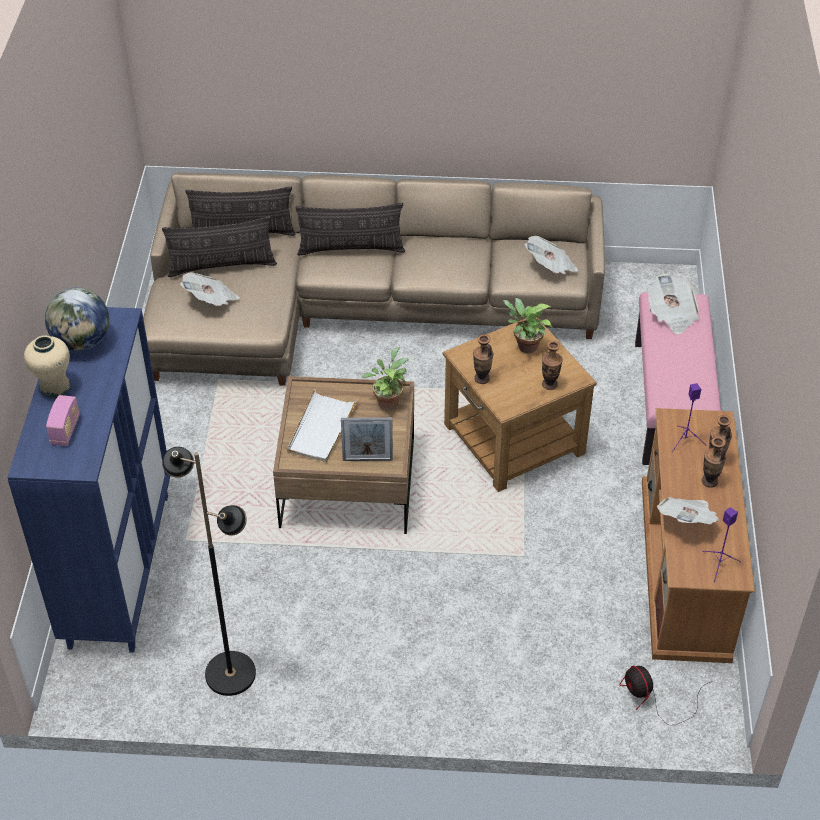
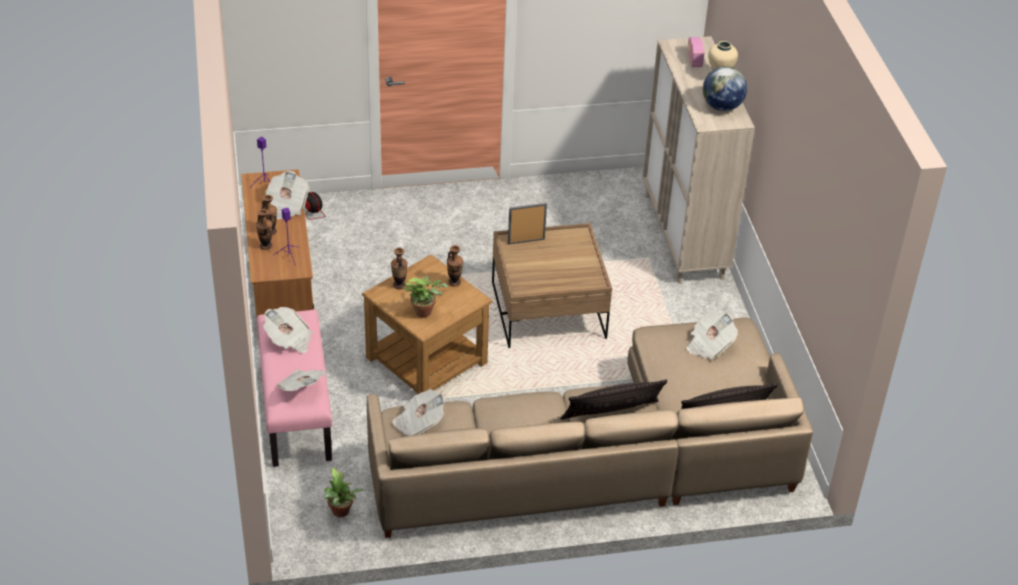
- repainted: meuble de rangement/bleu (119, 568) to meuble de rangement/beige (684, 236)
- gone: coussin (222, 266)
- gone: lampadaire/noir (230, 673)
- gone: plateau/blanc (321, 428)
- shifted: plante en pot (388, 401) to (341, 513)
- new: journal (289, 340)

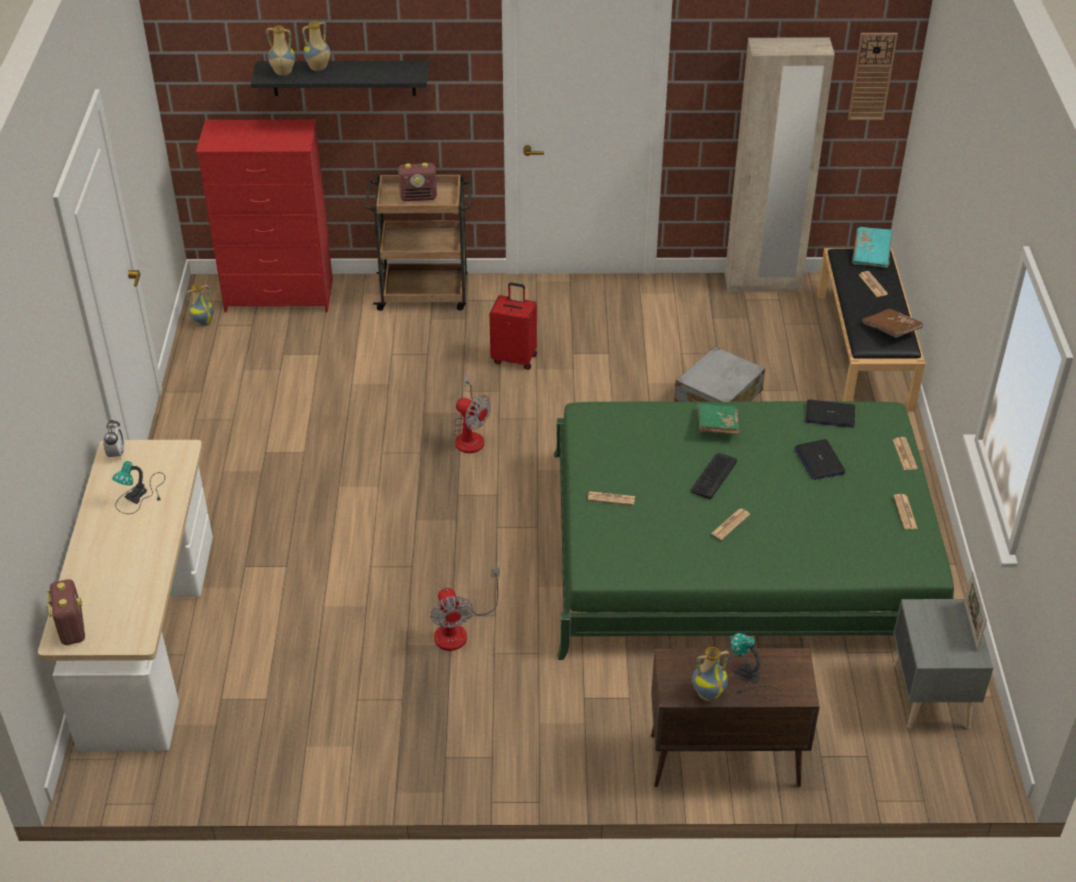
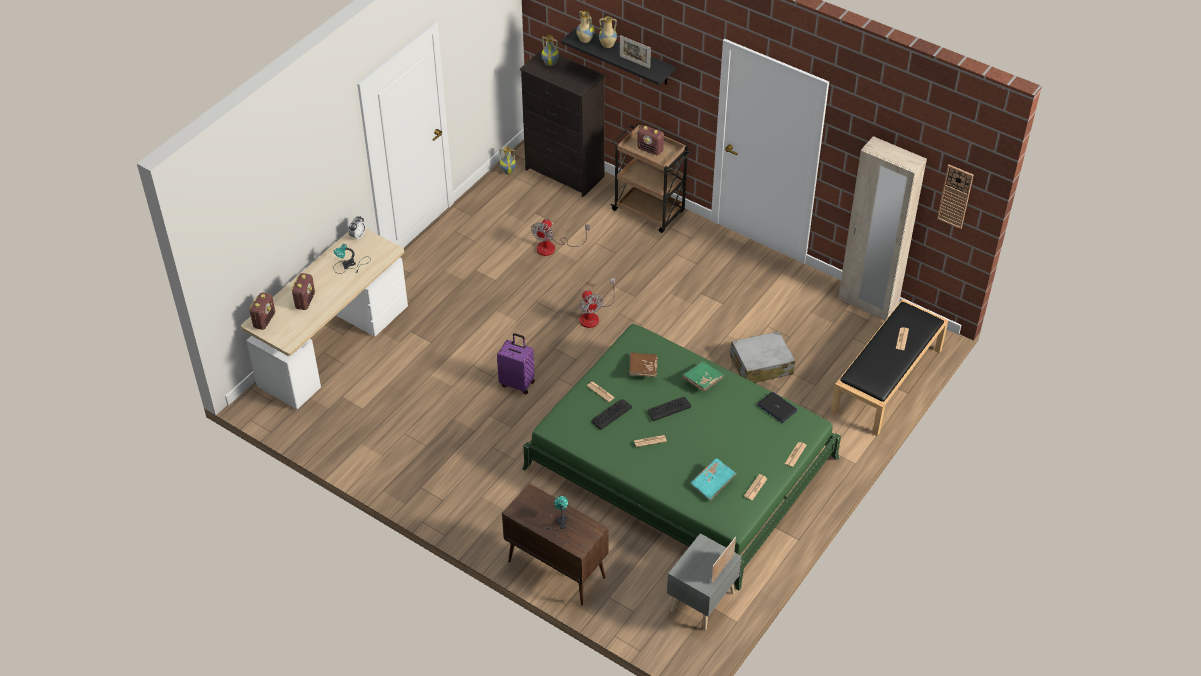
- repainted: commode/rouge (280, 296) to commode/noir (565, 174)
- shifted: ventilateur (459, 630) to (553, 247)
- gone: valise/rouge (514, 358)
- shifted: vase (708, 693) to (550, 63)
- gone: ordinateur portable (819, 460)
- shifted: livre/turquoise (871, 254) to (713, 483)
- shifted: livre/marron (891, 330) to (642, 369)
- new: radio (305, 301)
- new: valise/violet (517, 383)
- new: clavier (611, 414)
- new: cadre photo (634, 62)

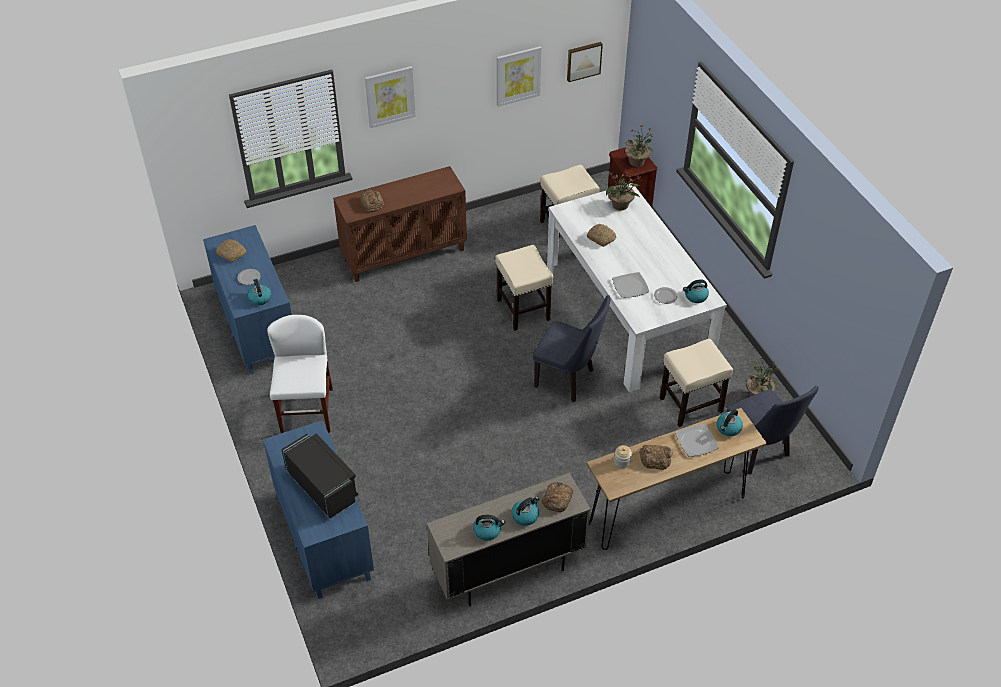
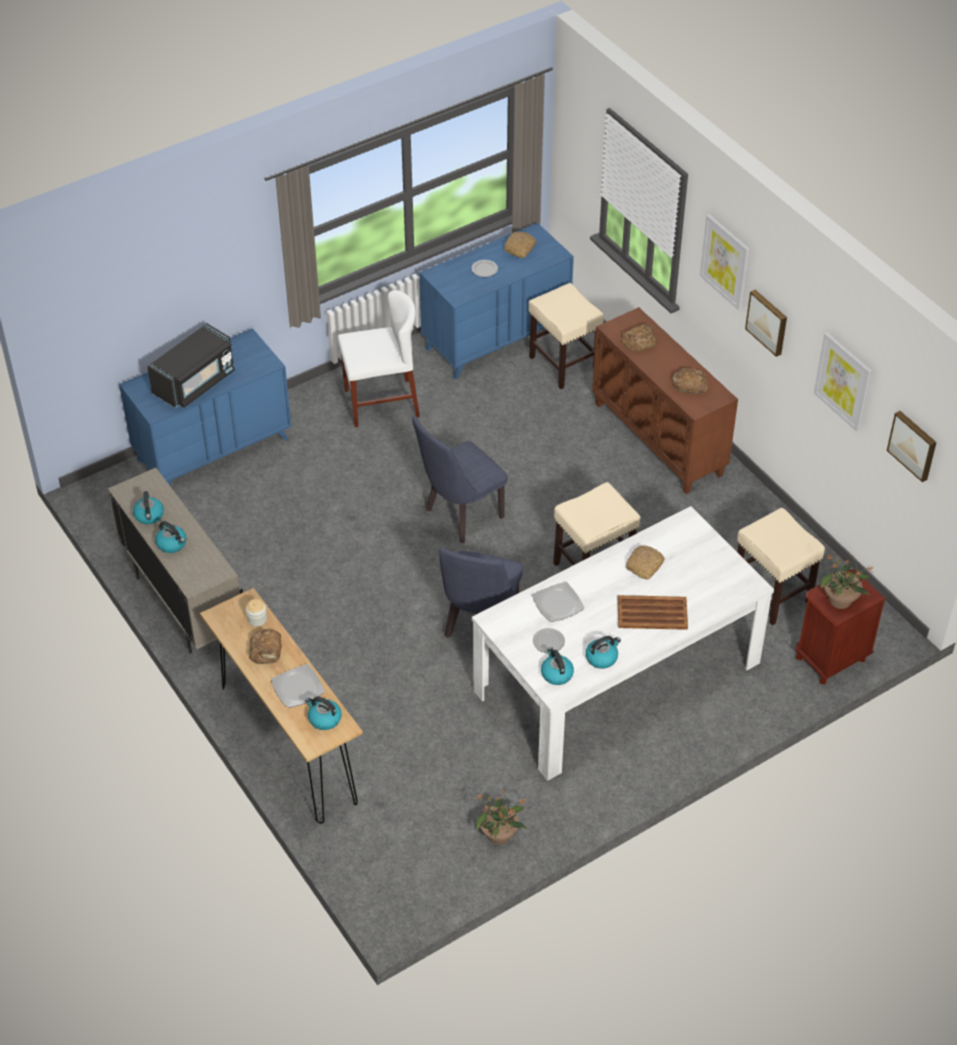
- shifted: bouilloire (259, 298) to (602, 658)
- shifted: pain (557, 499) to (689, 384)
- gone: plante en pot (620, 205)
- shifted: tabouret/beige (690, 405) to (563, 364)
- shifted: chaise/bleu (759, 452) to (459, 517)
- new: plateau/marron (651, 613)
- new: tableau (768, 322)

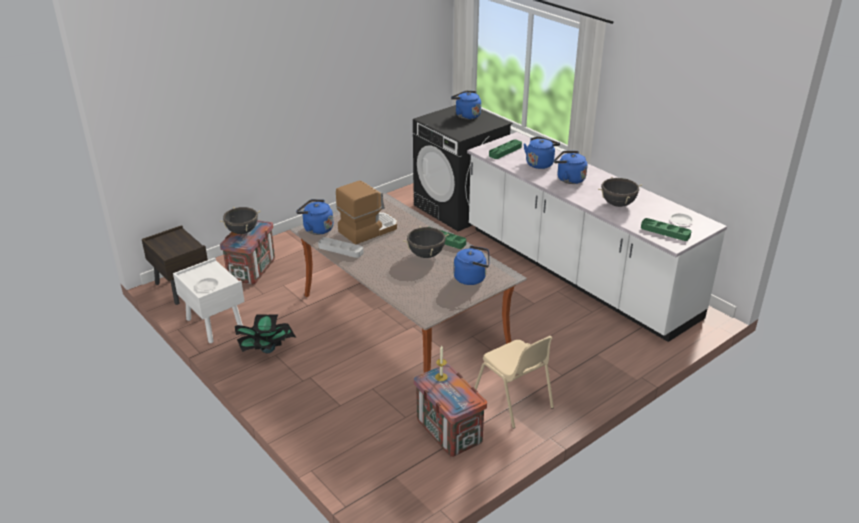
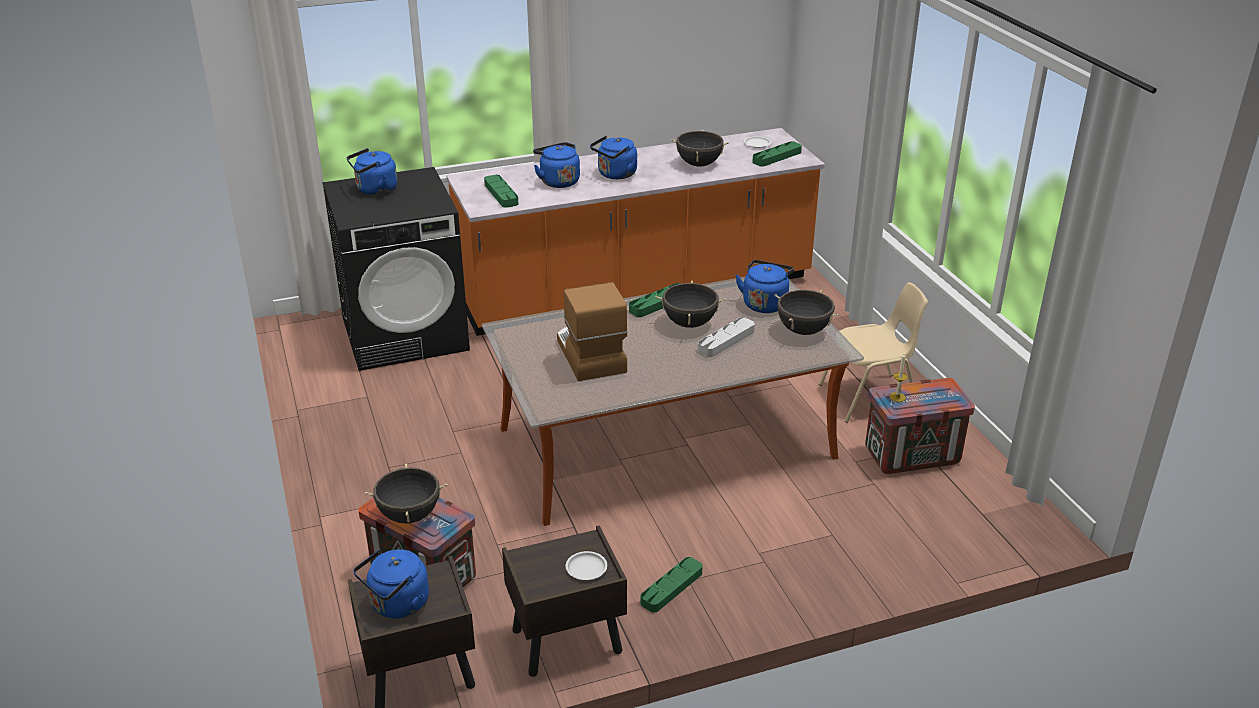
- repainted: table de chevet/blanc (214, 324) to table de chevet/marron (565, 642)
- swapped: plante en pot (267, 350) to plateau/vert (671, 588)
- shifted: bouilloire/bleu (316, 229) to (397, 605)
- shifted: plateau/gris (340, 250) to (726, 340)
- repainted: comptoir de cuisine/blanc (576, 272) to comptoir de cuisine/orange (637, 291)
- new: marmite/noir (803, 330)

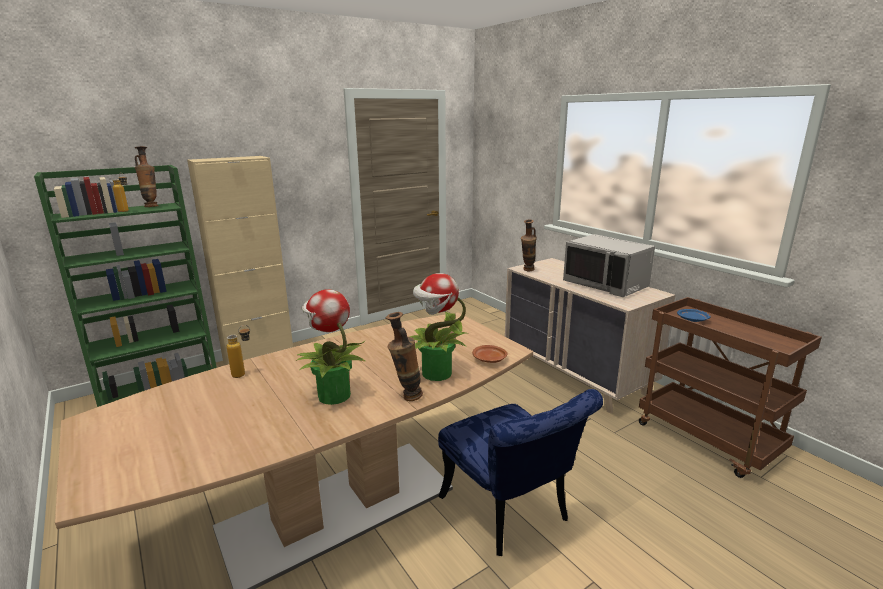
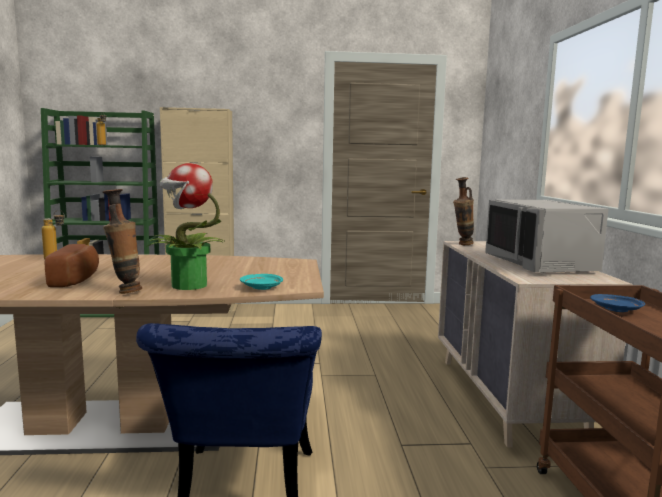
- gone: vase (152, 207)
- swapped: plante en pot (333, 395) to pain (78, 279)
- repainted: assiette/marron (489, 359) to assiette/turquoise (261, 288)

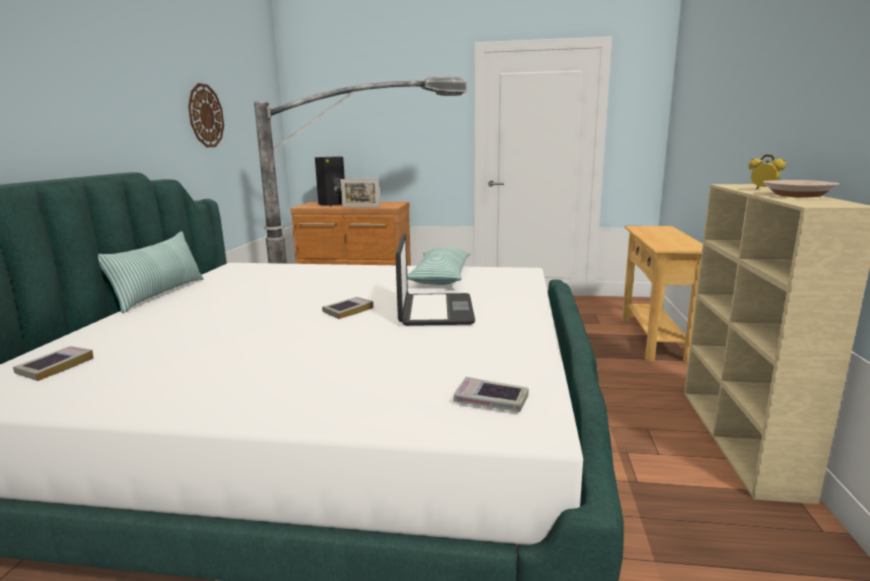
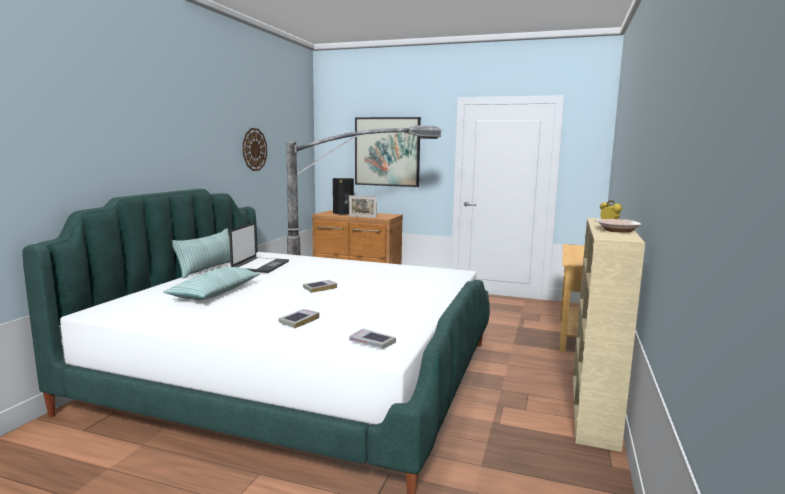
- shifted: livre (55, 367) to (299, 321)
- shifted: ordinateur portable (435, 311) to (260, 266)
- shifted: coussin (440, 277) to (215, 293)
- new: tableau (387, 151)

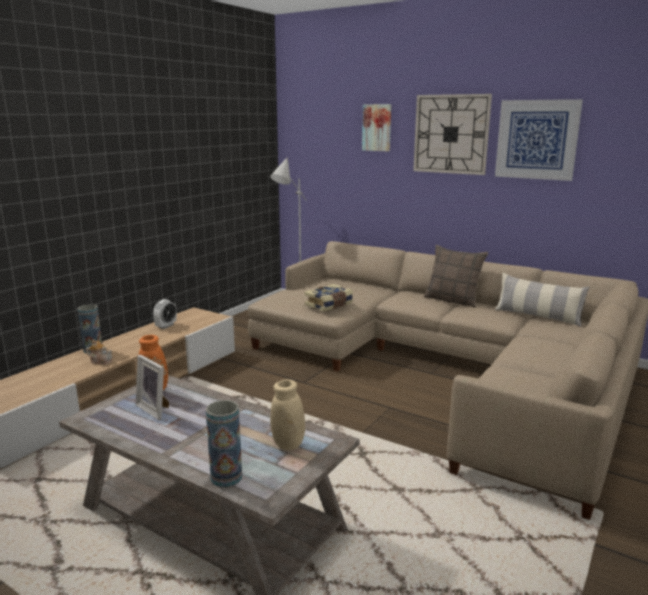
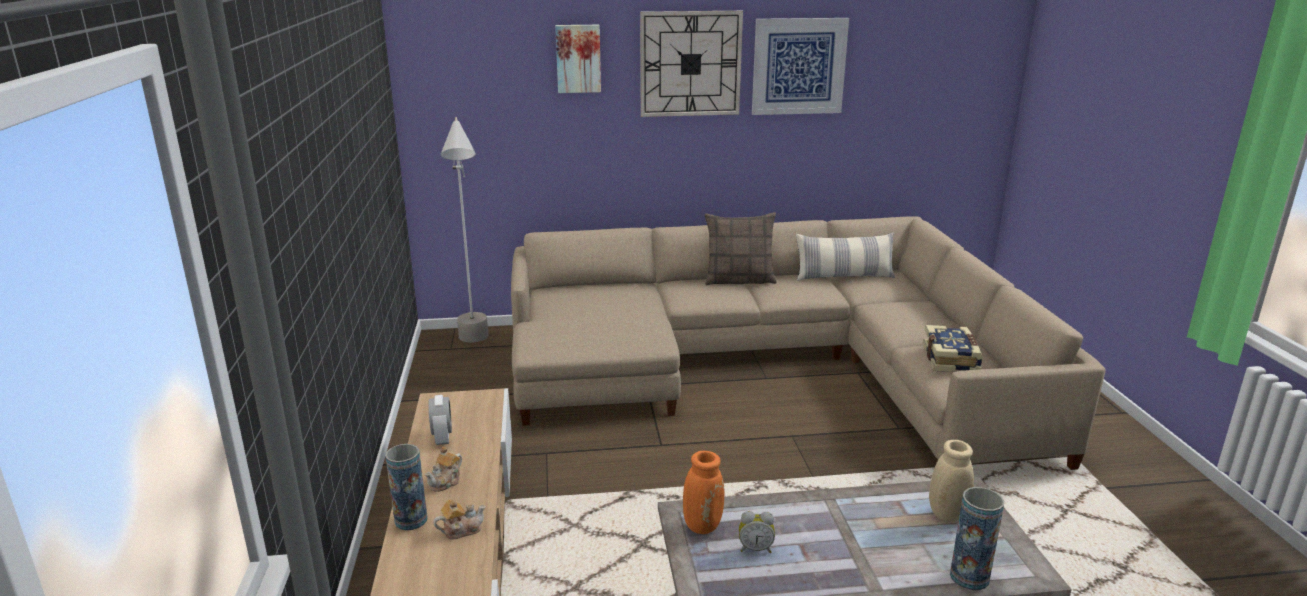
- swapped: cadre photo (155, 409) to réveil (755, 548)
- shifted: livre (329, 305) to (951, 359)
- new: théière (446, 482)

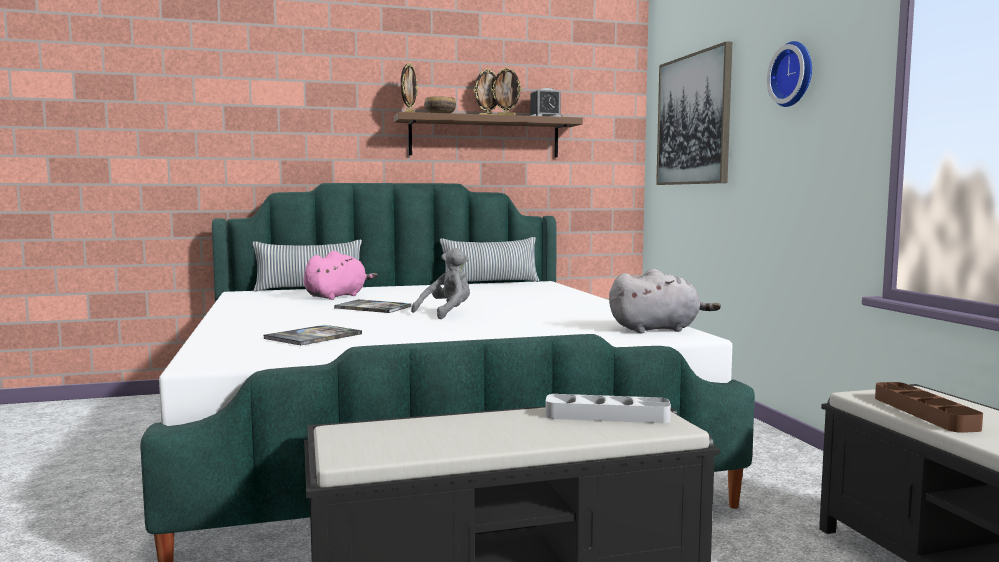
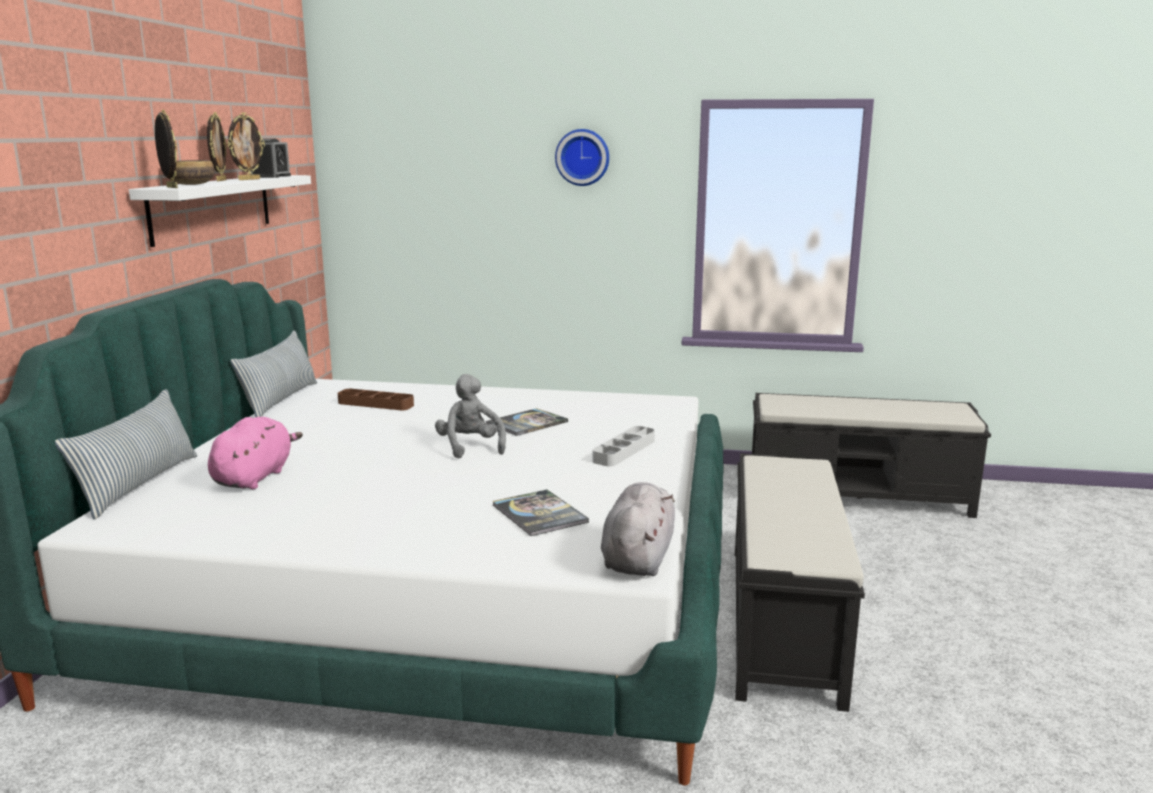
- rotated: peluche/rose (337, 296) = (254, 477) 45 degrees clockwise
- shifted: livre (373, 307) to (527, 423)
- repainted: étagère/marron (485, 137) to étagère/blanc (212, 207)
- shifted: plateau/gris (607, 416) to (624, 451)
- shifted: peluche/gris (657, 329) to (638, 557)
- gone: tableau (693, 120)
- shifted: plateau/marron (924, 413) to (375, 404)

